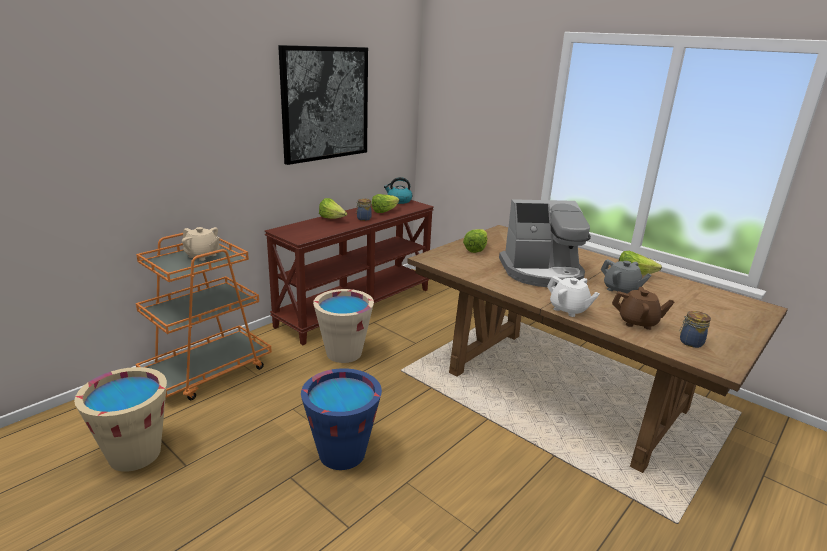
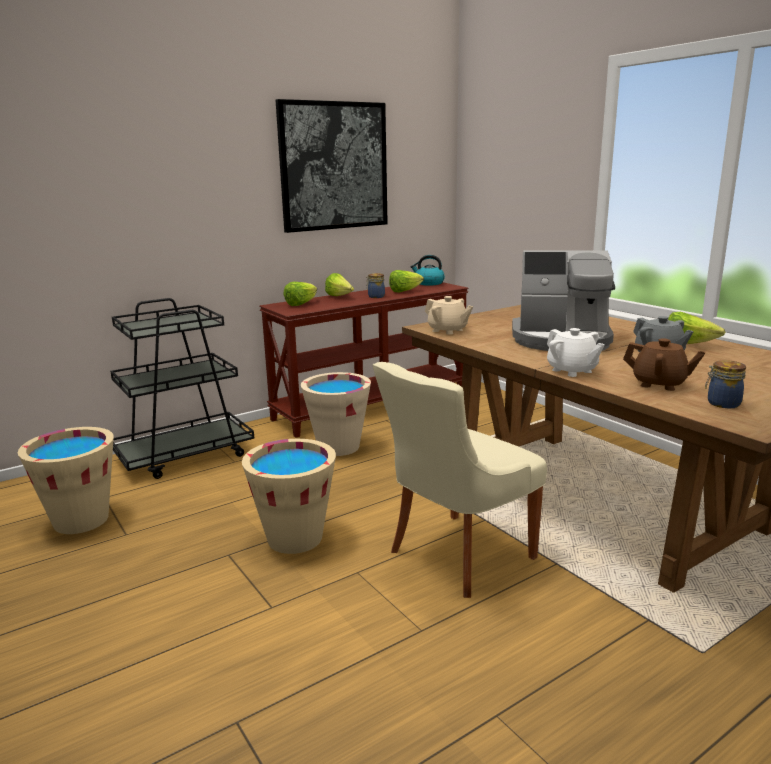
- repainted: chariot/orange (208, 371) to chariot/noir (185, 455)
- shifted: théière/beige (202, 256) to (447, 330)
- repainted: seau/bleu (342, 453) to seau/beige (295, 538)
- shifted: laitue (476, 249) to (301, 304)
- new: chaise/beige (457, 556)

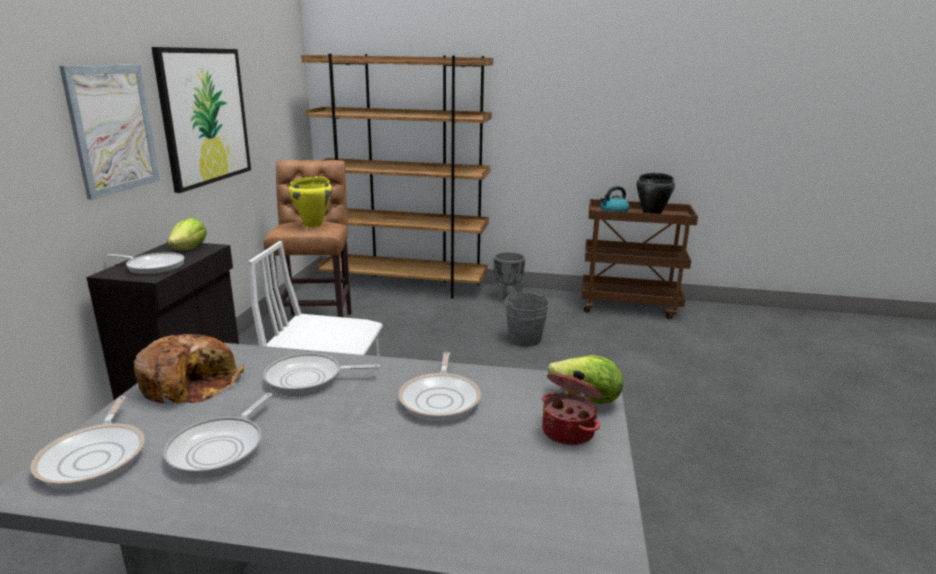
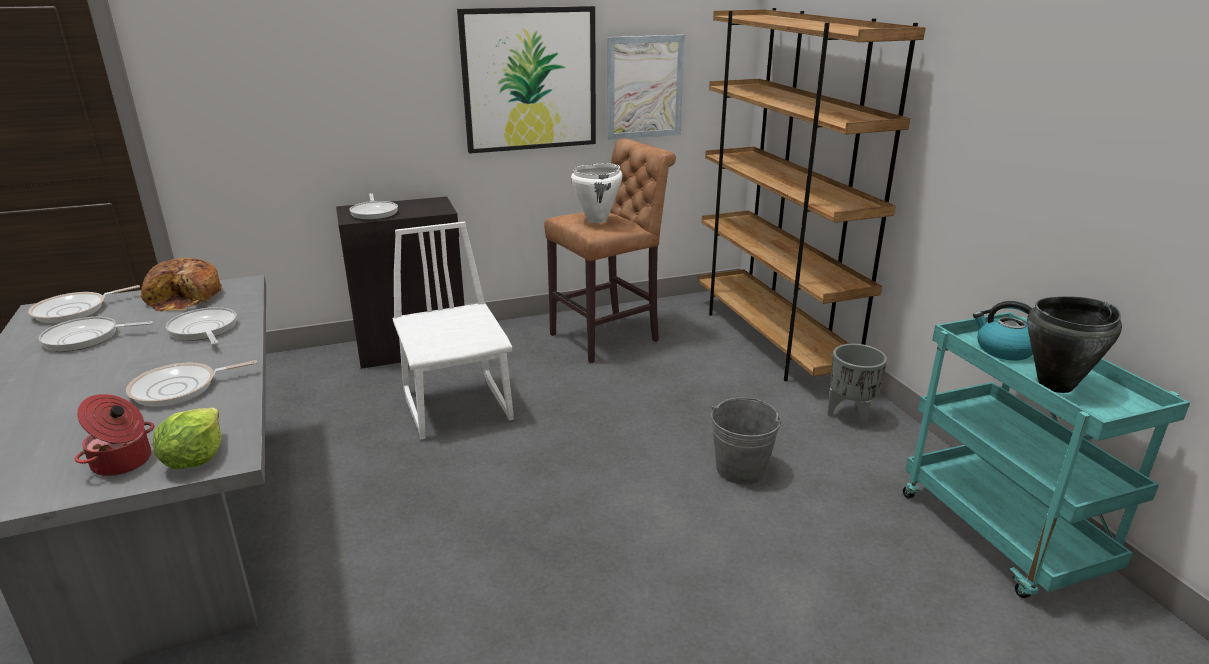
- shifted: tableau (113, 129) to (644, 87)
- gone: laitue (190, 249)
- repainted: marmite/jaune (313, 225) to marmite/blanc (597, 220)
- repainted: chariot/marron (629, 306) to chariot/turquoise (1003, 536)

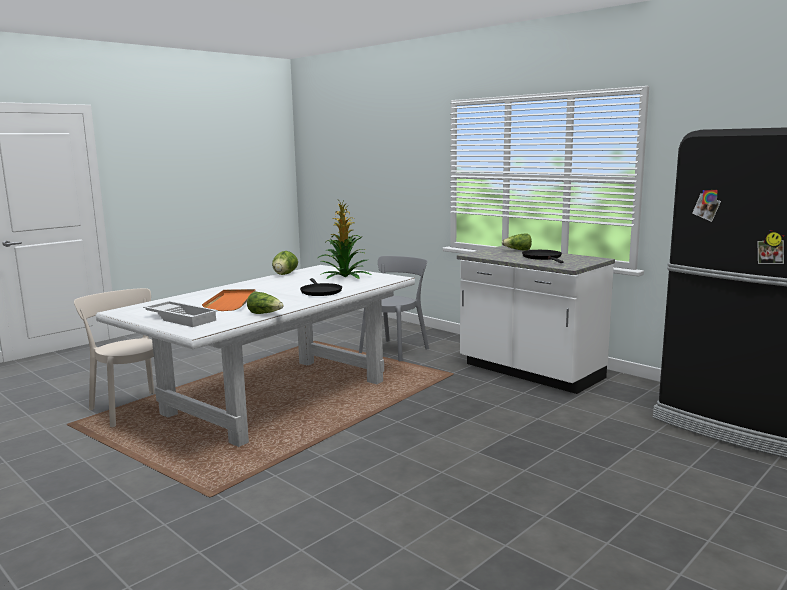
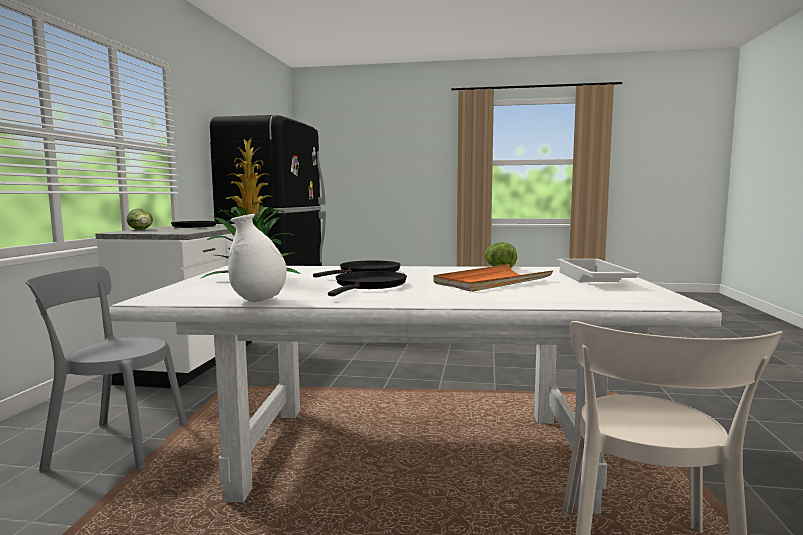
- swapped: laitue (285, 274) to vase/blanc (258, 301)
- new: poêle/noir (369, 285)

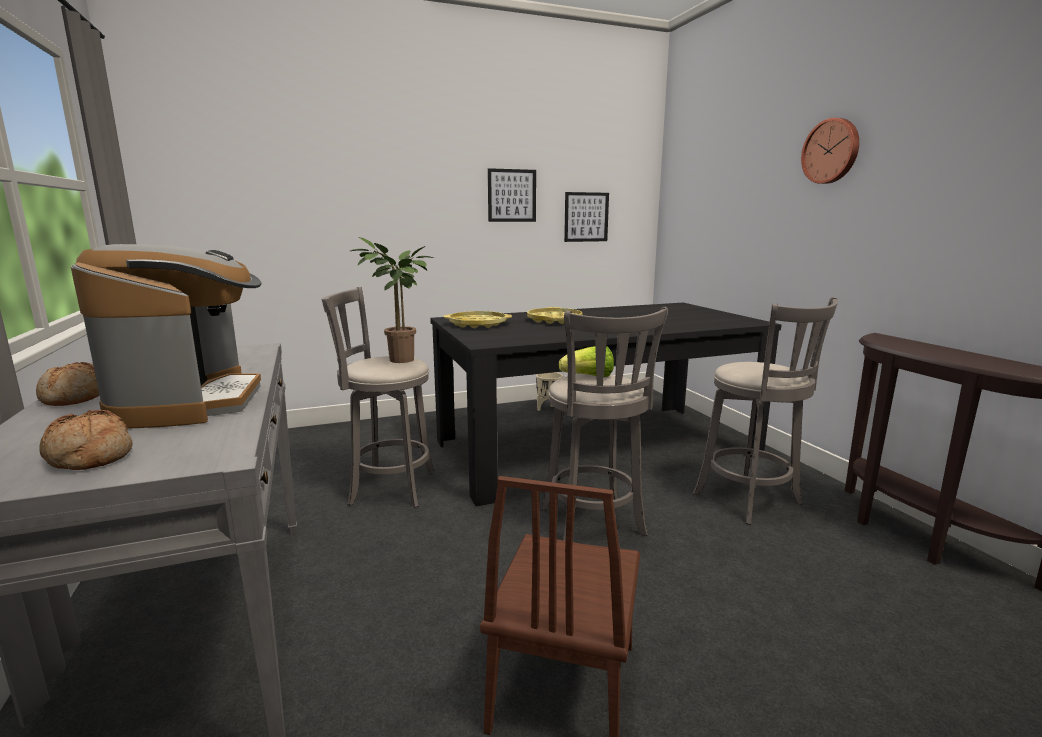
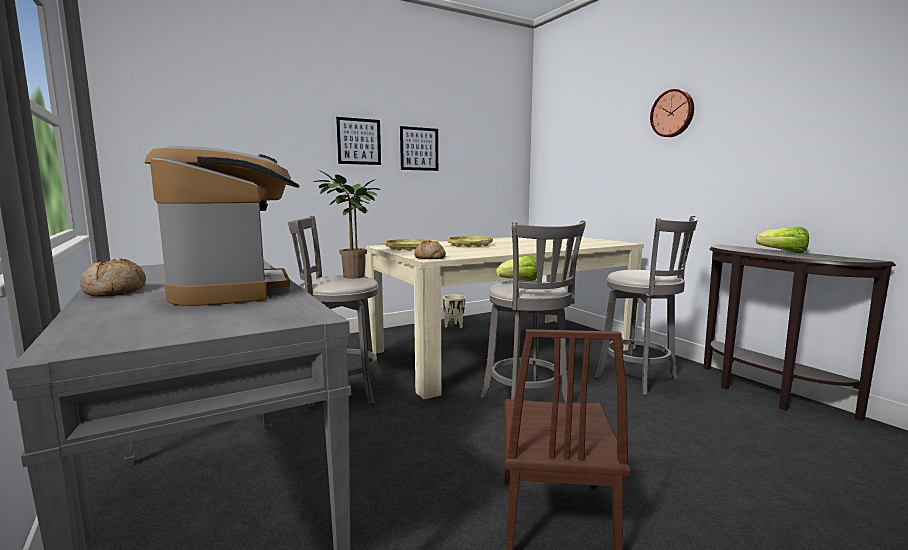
- shifted: pain (88, 457) to (429, 258)
- repainted: table à manger/noir (595, 447) to table à manger/beige (504, 351)
- shifted: tableau (586, 217) to (359, 141)
- new: laitue (784, 252)

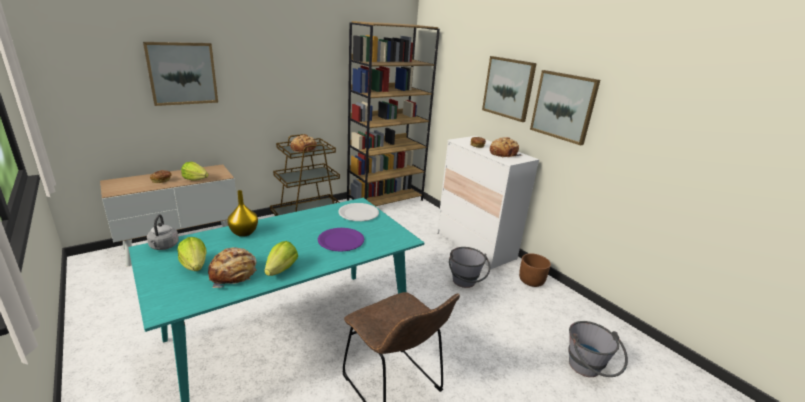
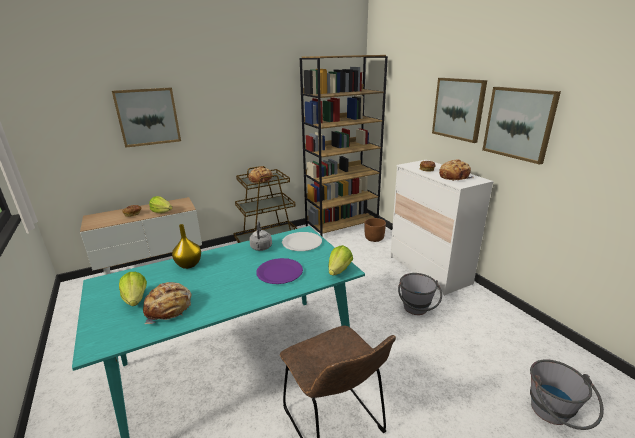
- shifted: bouilloire/gris (163, 246) to (261, 248)
- shifted: laitue (281, 270) to (339, 271)
- shifted: cache-pot/marron (531, 281) to (374, 238)

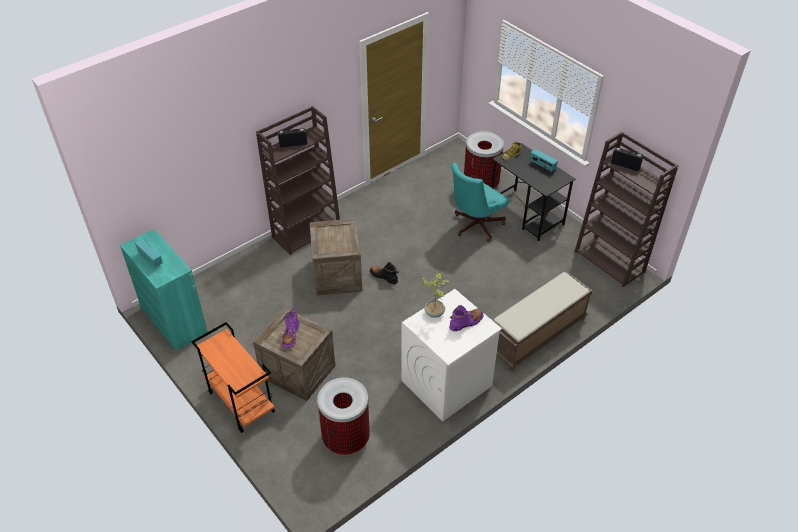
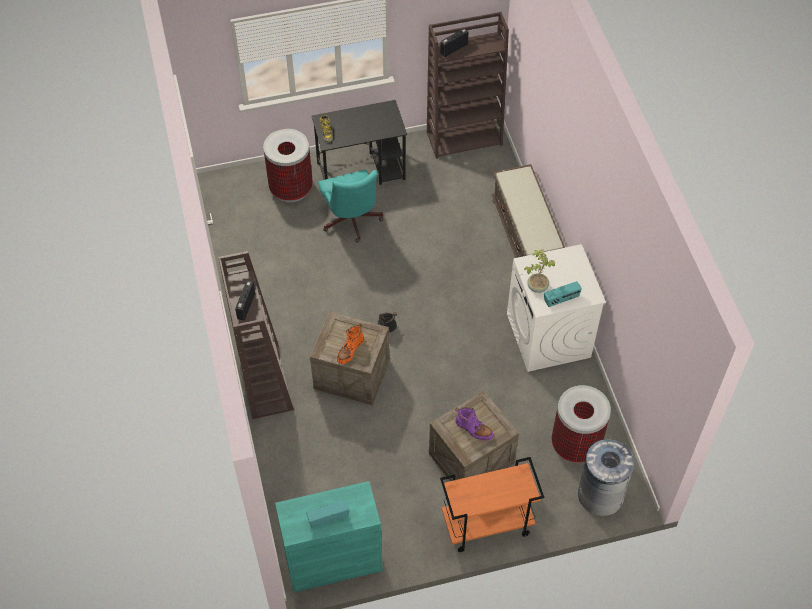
- gone: botte/violet (466, 322)
- shifted: radio (542, 166) to (561, 300)
- new: botte/orange (350, 350)
- new: poubelle/gris (600, 494)

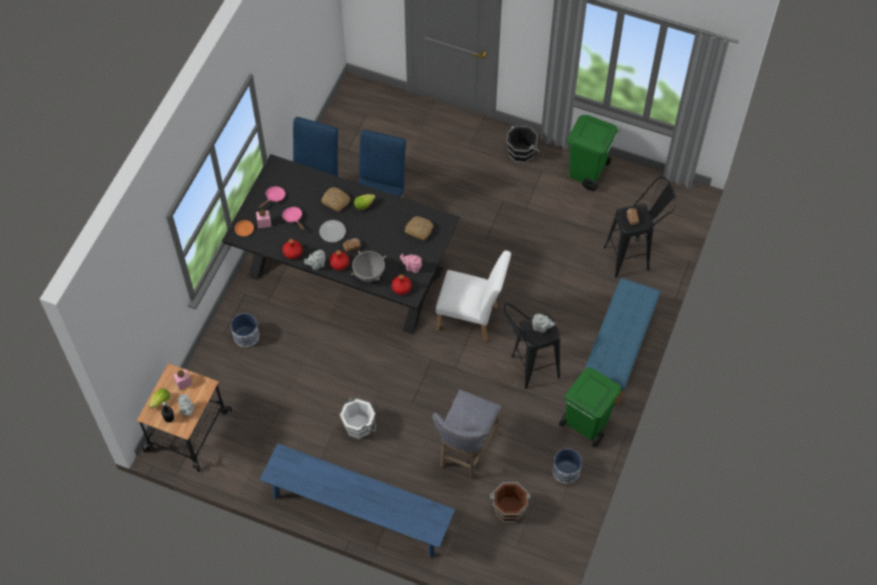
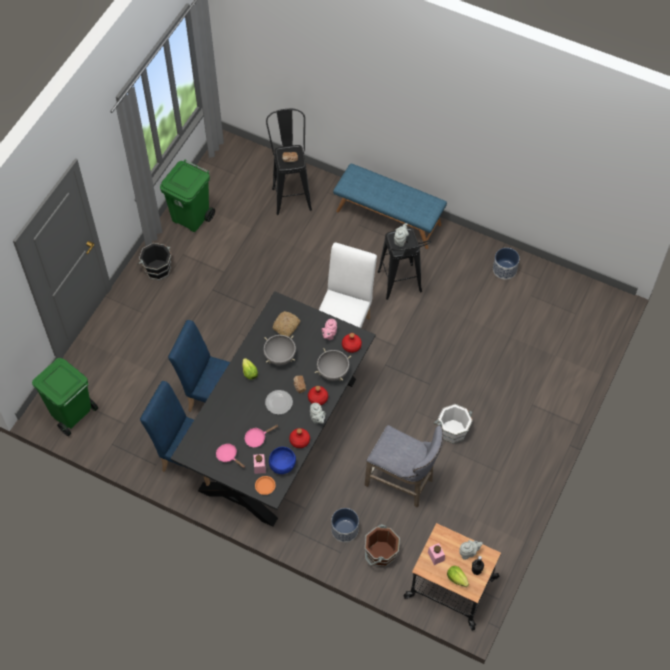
- gone: banc/bleu (358, 513)
- gone: pain (336, 201)
- shifted: tabouret/gris (466, 451) to (403, 483)
- shifted: seau/marron (509, 508) to (380, 553)
- shifted: poubelle/vert (585, 425) to (72, 414)
- new: marmite/gris (280, 357)
- new: bol/bleu (282, 465)

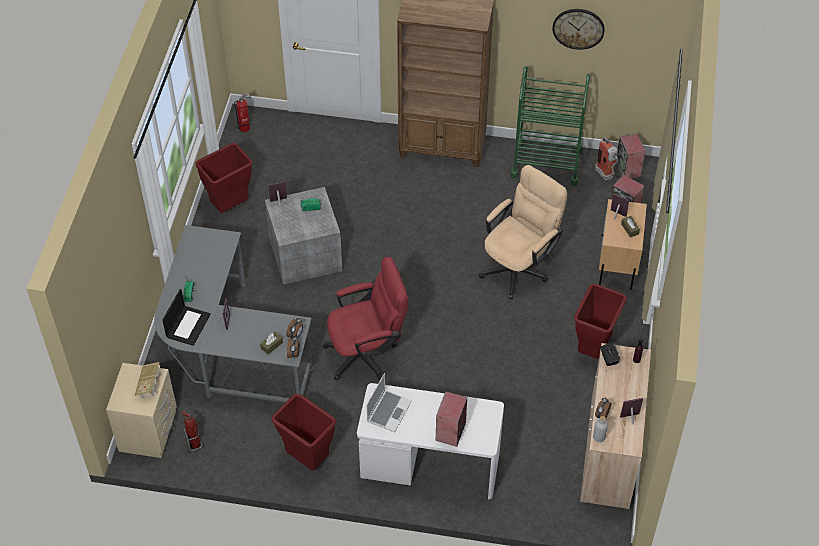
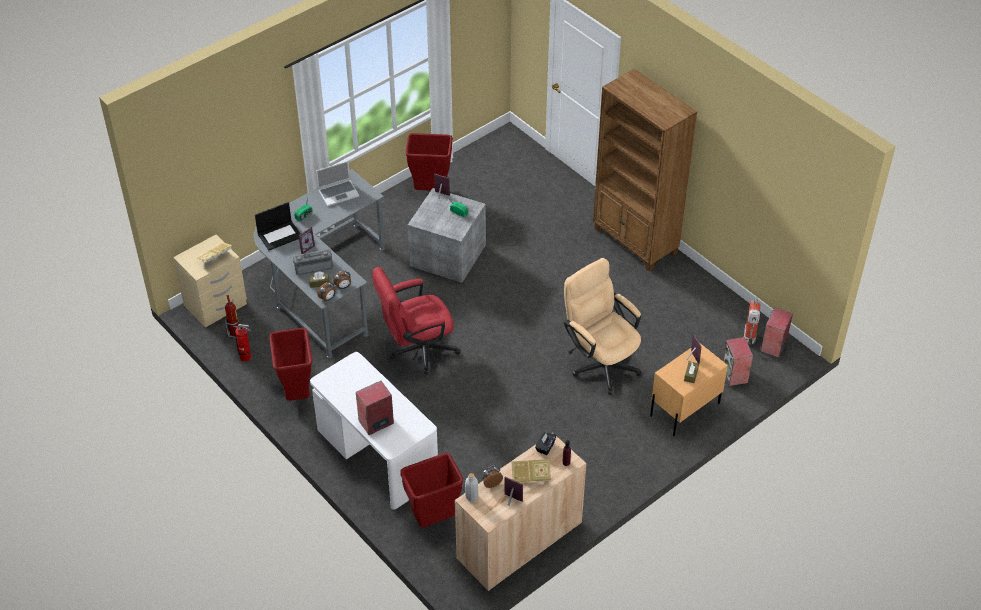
- shifted: extincteur (246, 127) to (247, 357)
- rotated: chaise de bureau/rouge (367, 353) = (417, 350) 135 degrees clockwise
- shifted: ordinateur portable (388, 411) to (339, 193)
- rotated: chaise de bureau/beige (519, 266) = (600, 362) 120 degrees counterclockwise
- gone: chariot/vert (546, 163)
- gone: horloge murale (578, 28)
- shifted: poubelle/rouge (593, 350) to (433, 520)
- new: radio (313, 266)
- new: livre (530, 476)

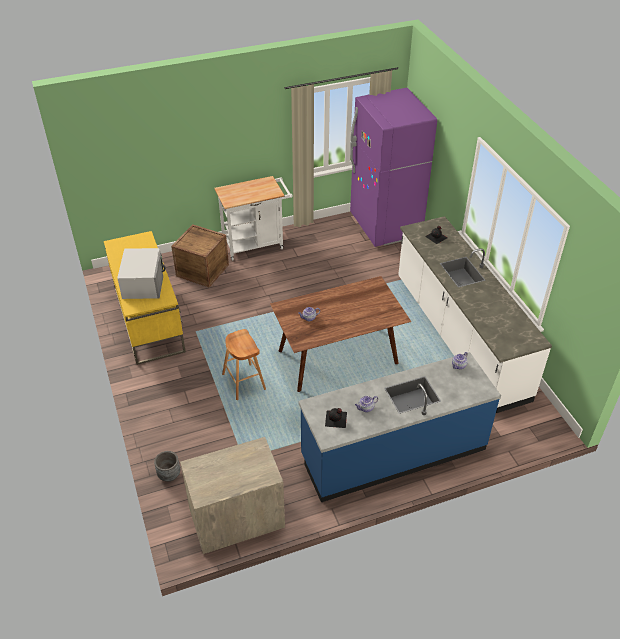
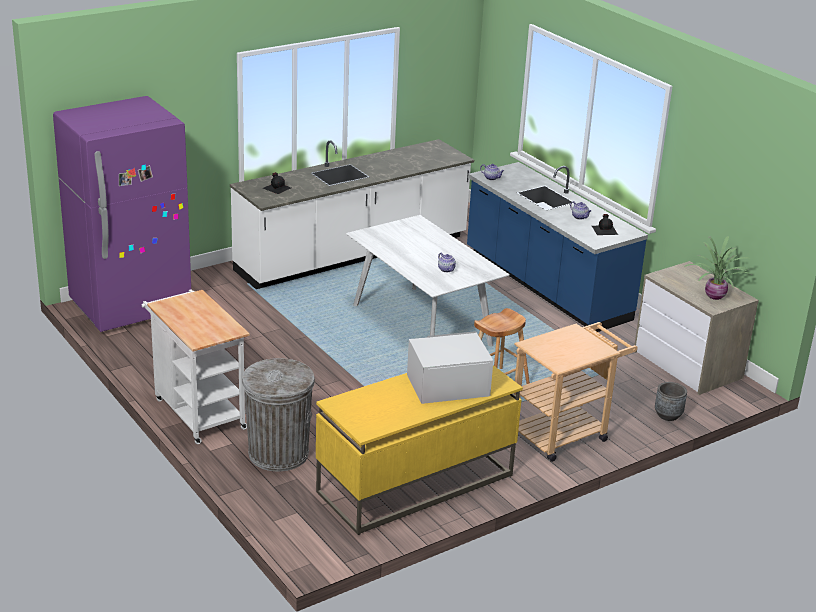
- swapped: caisse (202, 270) to poubelle/gris (278, 453)
- repainted: table à manger/marron (337, 358) to table à manger/blanc (422, 325)
- new: chariot/beige (565, 432)
- new: plante en pot (715, 296)

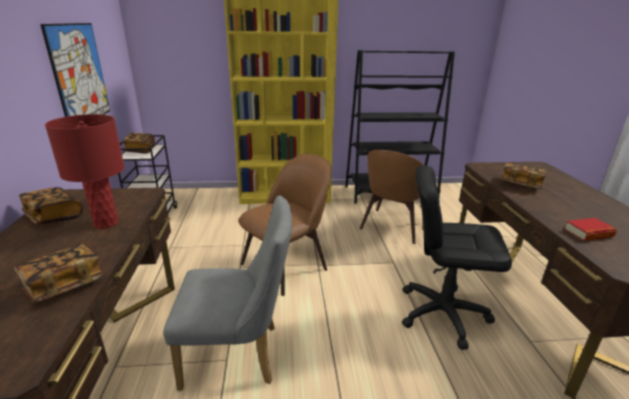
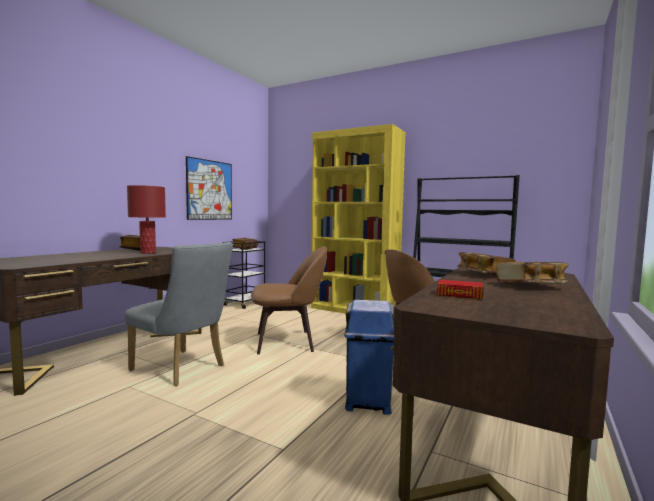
- shifted: livre (64, 284) to (530, 286)
- swapped: chaise de bureau/noir (442, 313) to poubelle/bleu (368, 402)

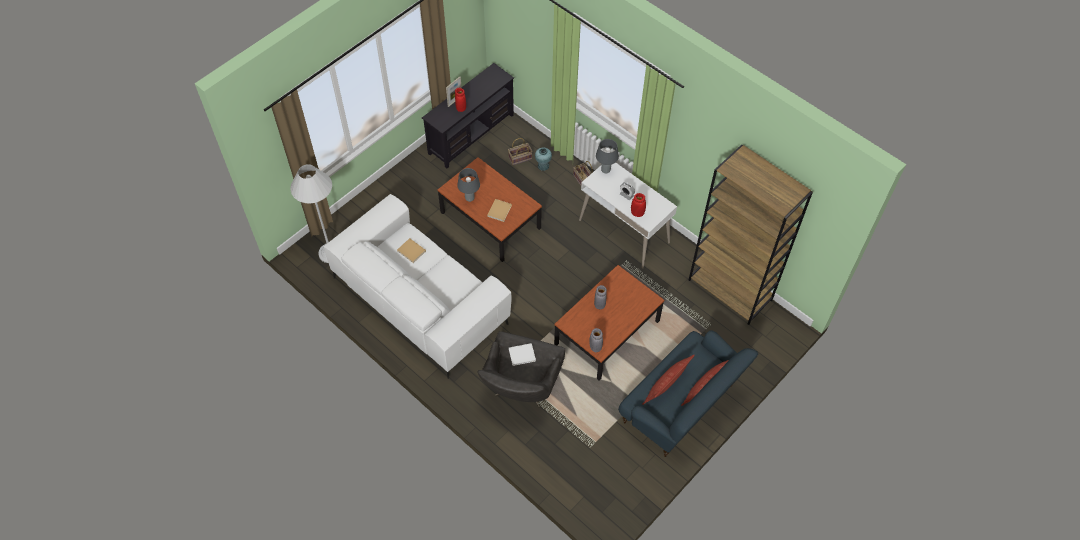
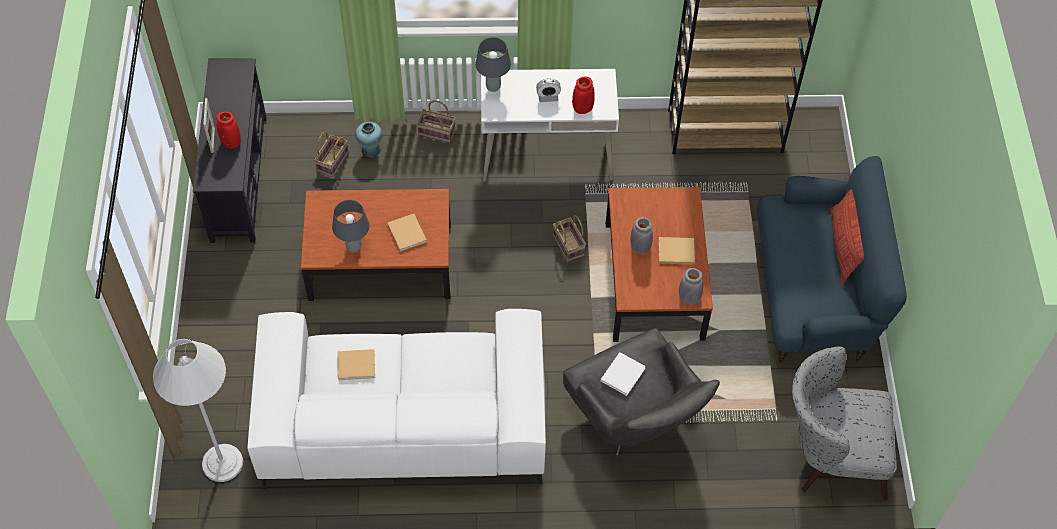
- gone: coussin (666, 386)
- new: panier (569, 246)
- new: livre/beige (675, 251)
- new: fauteuil/gris (829, 454)

